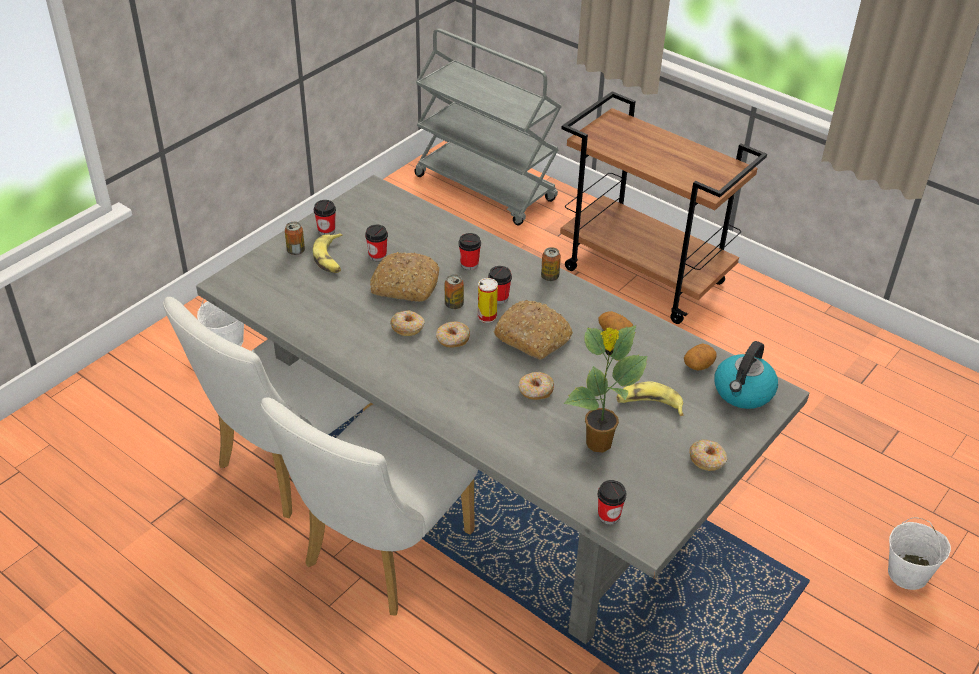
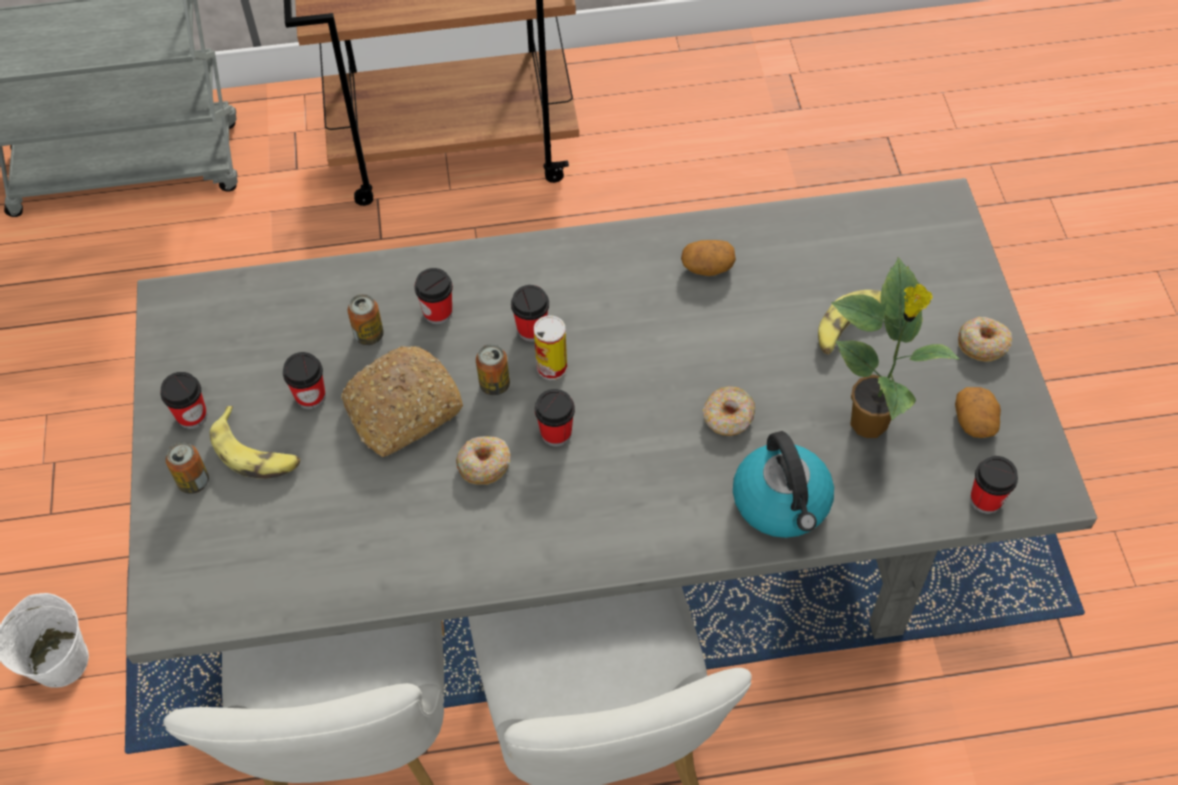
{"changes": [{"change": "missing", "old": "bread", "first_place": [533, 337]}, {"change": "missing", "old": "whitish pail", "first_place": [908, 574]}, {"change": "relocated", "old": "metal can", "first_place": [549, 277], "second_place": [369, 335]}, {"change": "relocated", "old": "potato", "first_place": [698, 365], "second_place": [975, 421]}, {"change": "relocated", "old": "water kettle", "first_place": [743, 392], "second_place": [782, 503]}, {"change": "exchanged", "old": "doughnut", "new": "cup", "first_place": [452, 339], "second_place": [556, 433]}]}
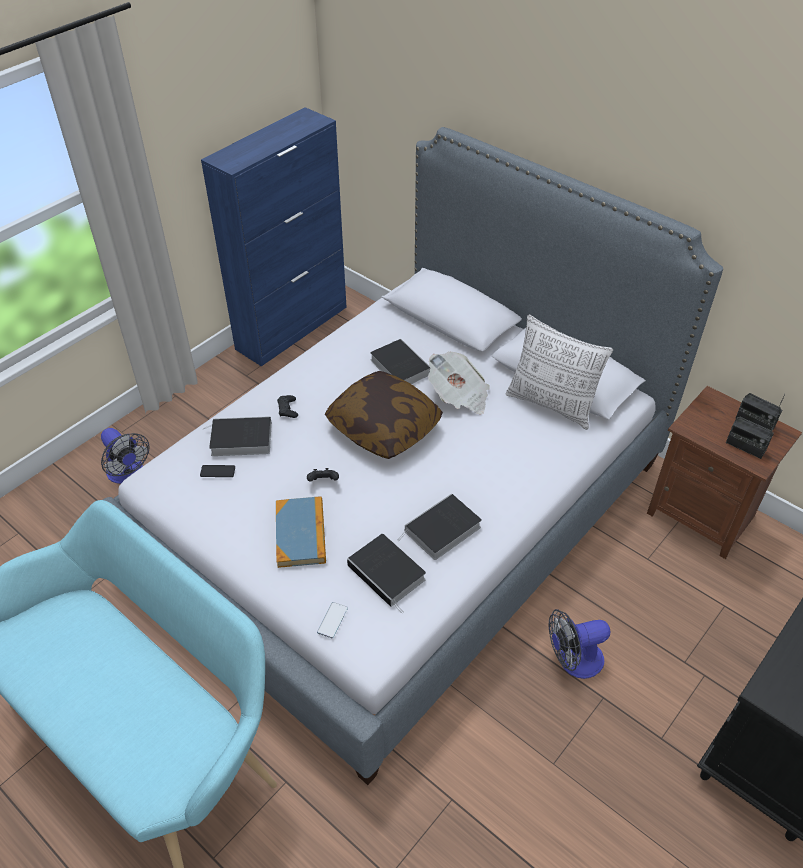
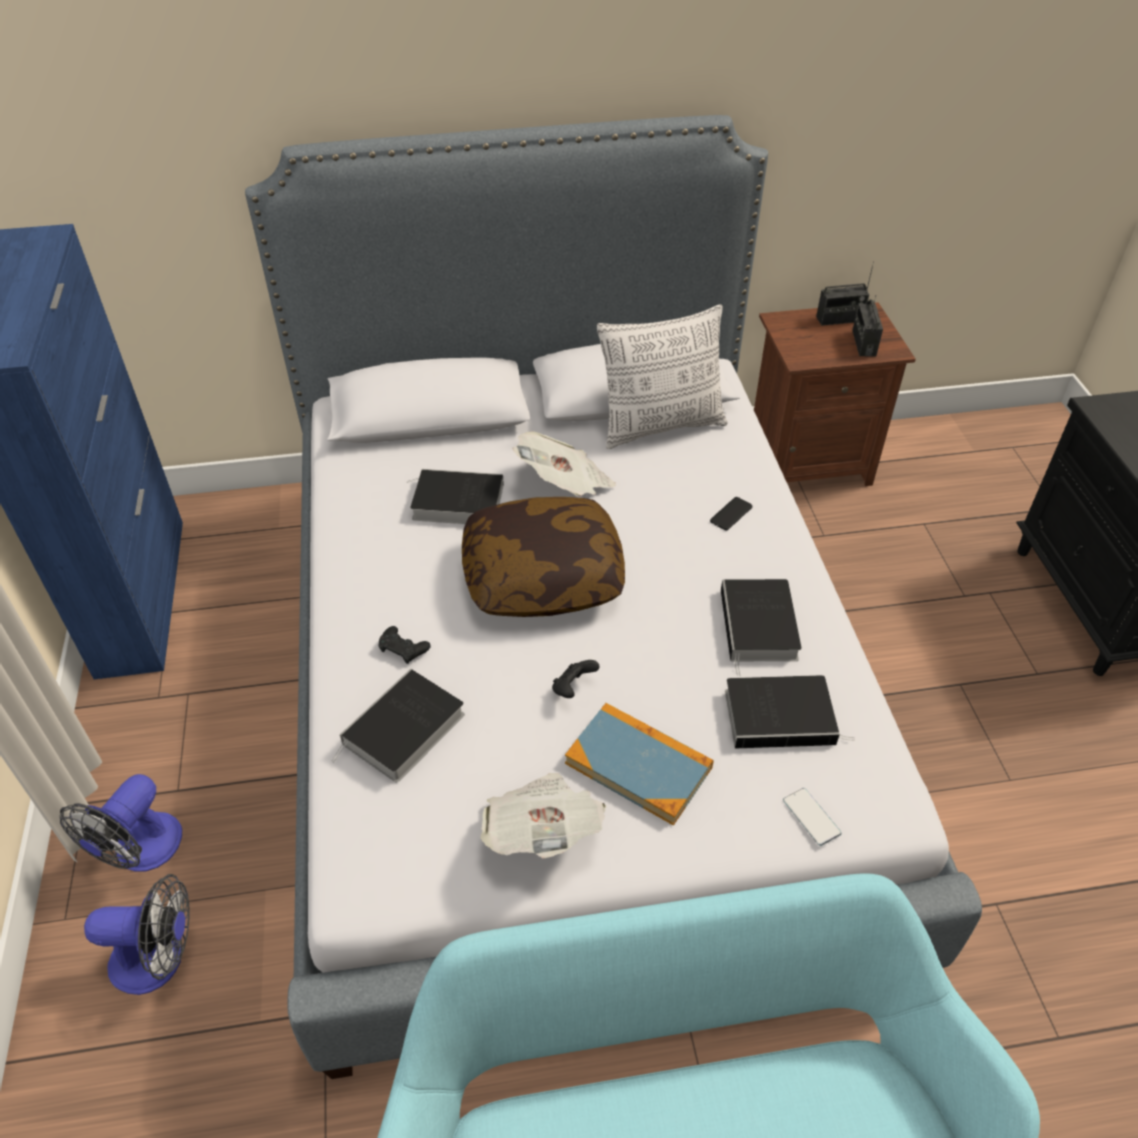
{"changes": [{"change": "appeared", "new": "newspaper", "second_place": [543, 831]}, {"change": "relocated", "old": "phone", "first_place": [217, 471], "second_place": [731, 514]}, {"change": "relocated", "old": "fan", "first_place": [573, 661], "second_place": [140, 852]}, {"change": "spun", "old": "radio receiver", "first_place": [745, 447], "second_place": [863, 343], "degrees": 105}]}
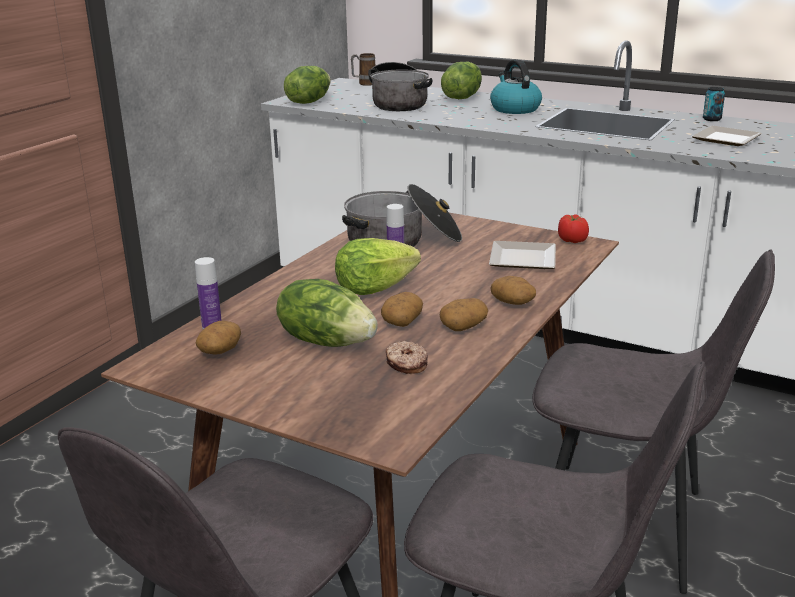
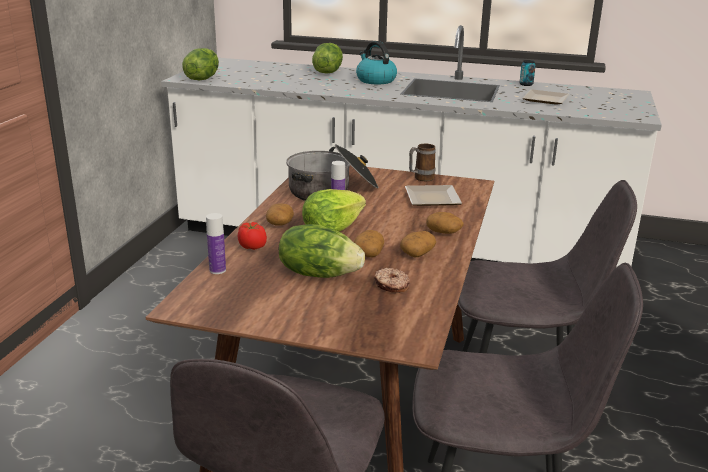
{"changes": [{"change": "missing", "old": "saucepot", "first_place": [398, 103]}, {"change": "relocated", "old": "potato", "first_place": [220, 351], "second_place": [280, 224]}, {"change": "relocated", "old": "tea mug", "first_place": [364, 84], "second_place": [420, 178]}, {"change": "relocated", "old": "fresh tomato", "first_place": [572, 240], "second_place": [252, 247]}]}
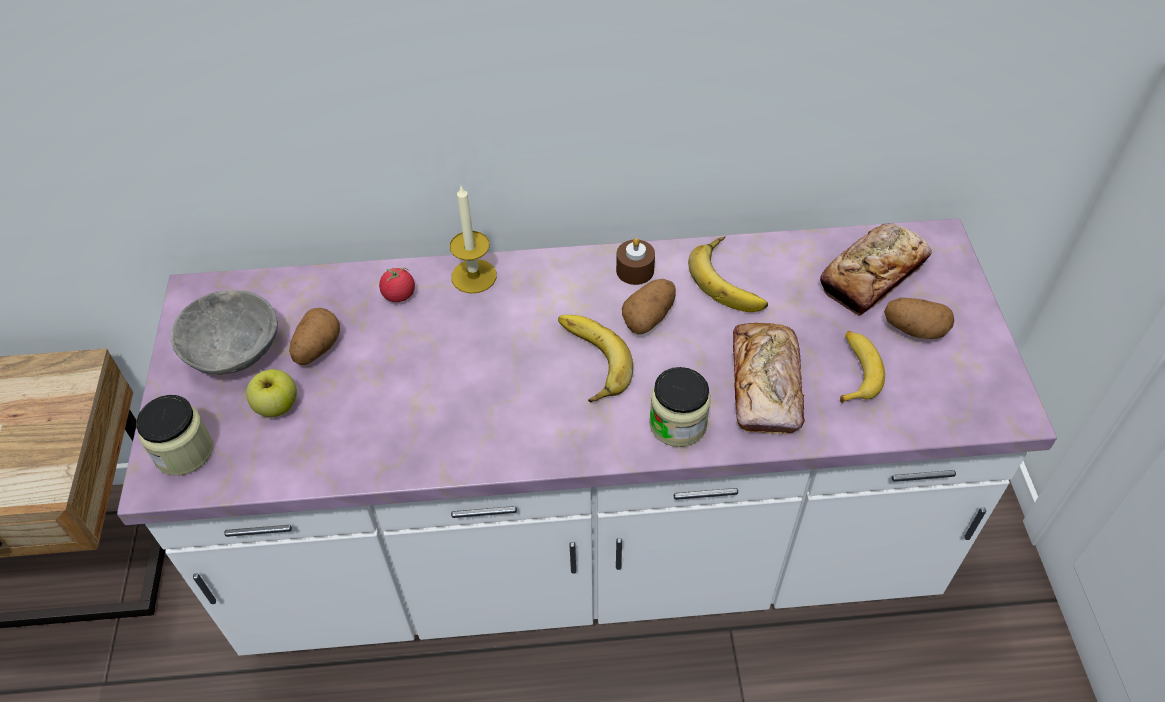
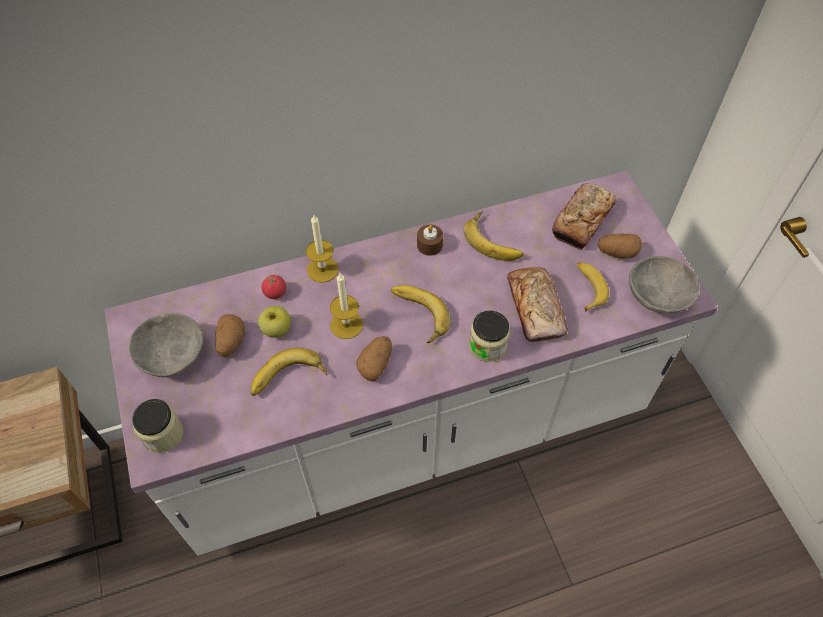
{"changes": [{"change": "appeared", "new": "whole banana", "second_place": [289, 380]}, {"change": "appeared", "new": "candle", "second_place": [346, 324]}, {"change": "appeared", "new": "greyish serving bowl", "second_place": [658, 297]}, {"change": "relocated", "old": "whole apple", "first_place": [277, 406], "second_place": [276, 329]}, {"change": "relocated", "old": "potato", "first_place": [649, 317], "second_place": [376, 364]}]}
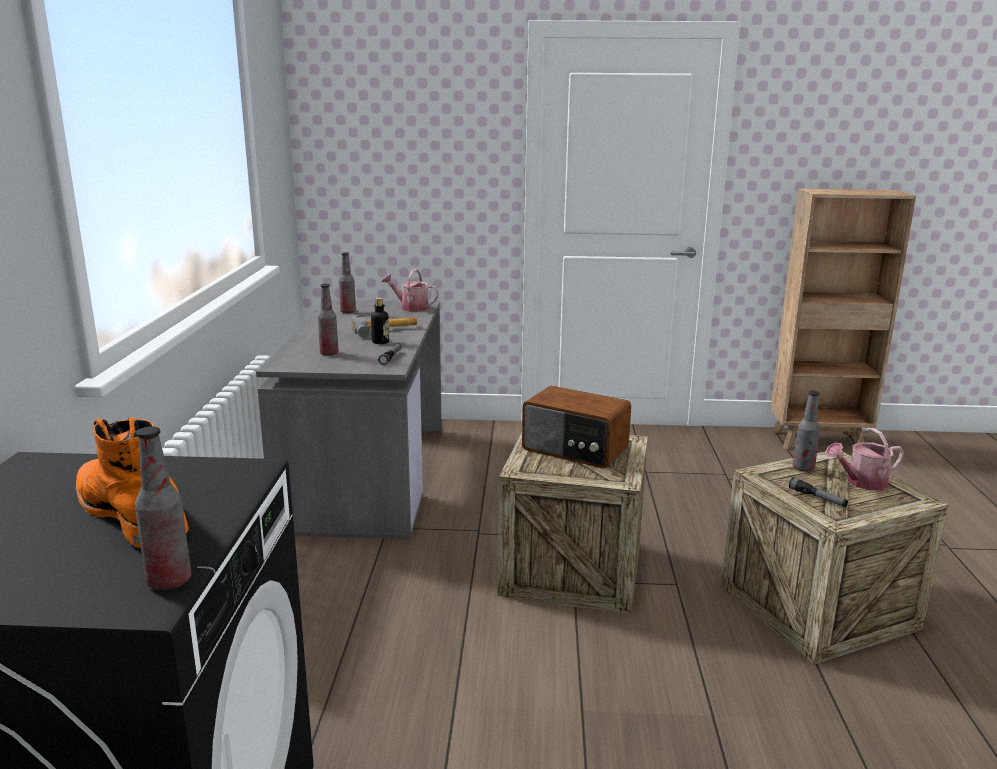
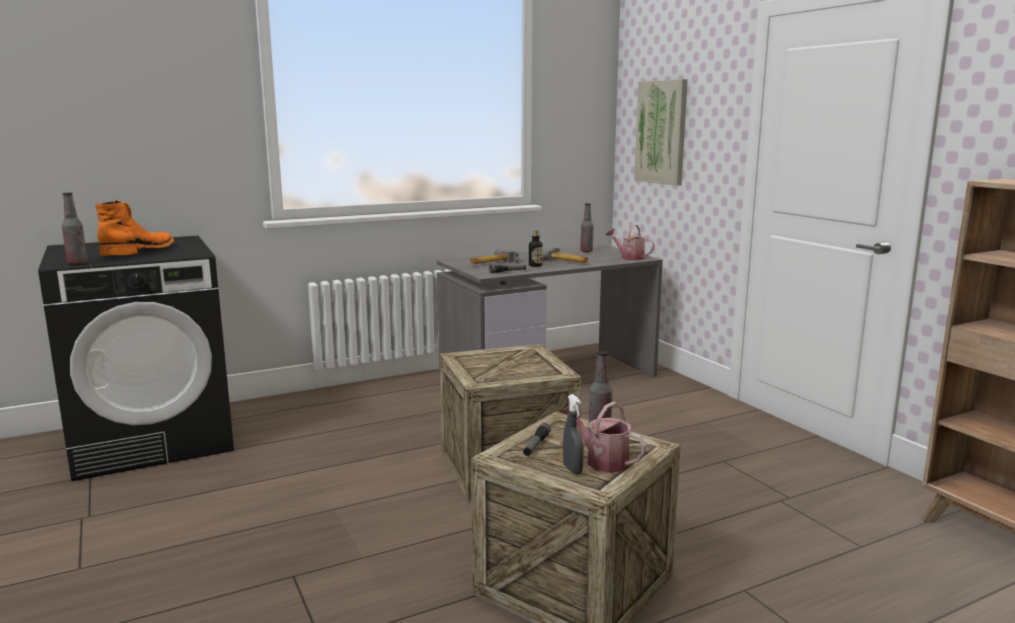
{"changes": [{"change": "missing", "old": "radio receiver", "first_place": [575, 450]}, {"change": "appeared", "new": "greyish spray bottle", "second_place": [572, 469]}, {"change": "appeared", "new": "wall picture", "second_place": [662, 132]}, {"change": "exchanged", "old": "drink bottle", "new": "hammer", "first_place": [329, 353], "second_place": [491, 263]}, {"change": "spun", "old": "sprinkling can", "first_place": [411, 307], "second_place": [629, 257], "degrees": -45}]}
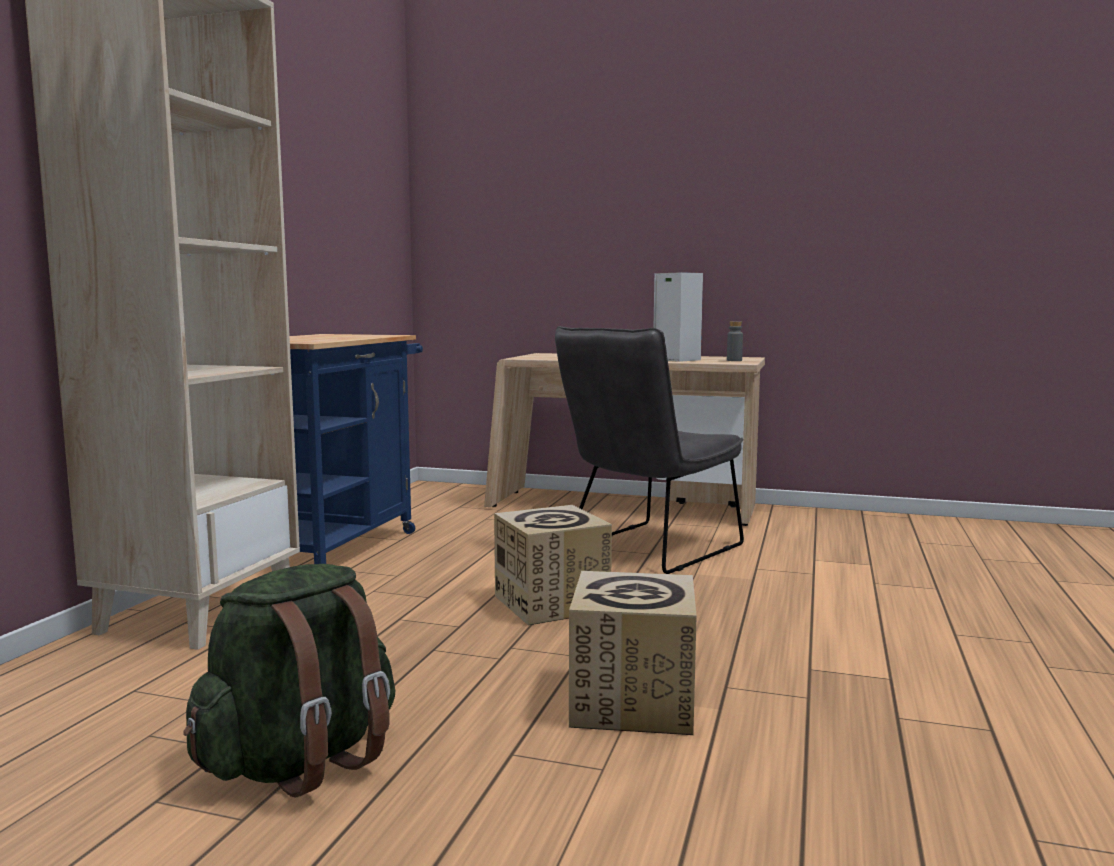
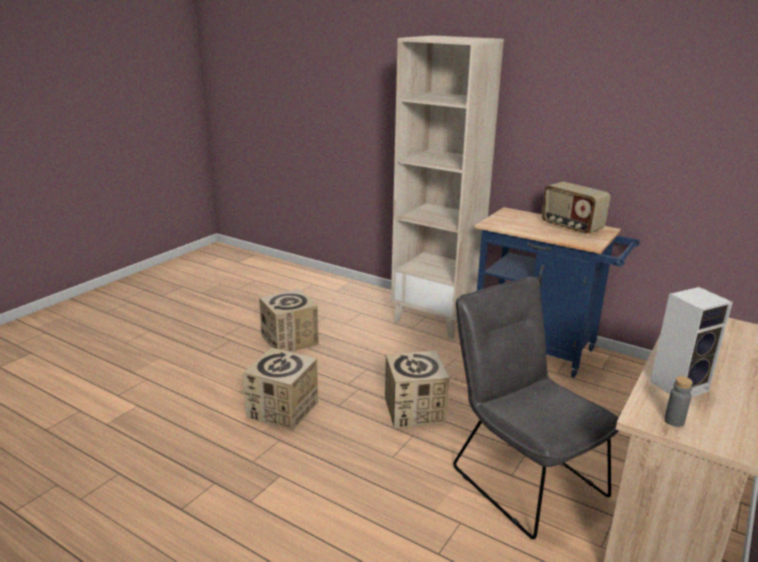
{"changes": [{"change": "appeared", "new": "radio receiver", "second_place": [571, 227]}, {"change": "exchanged", "old": "green knapsack", "new": "packing box", "first_place": [301, 760], "second_place": [289, 340]}]}
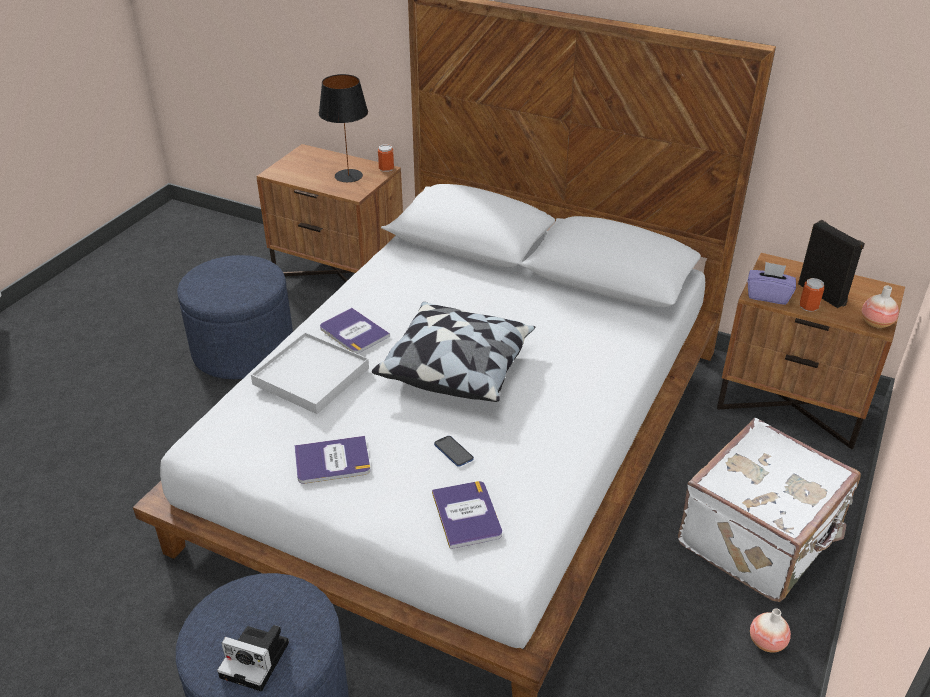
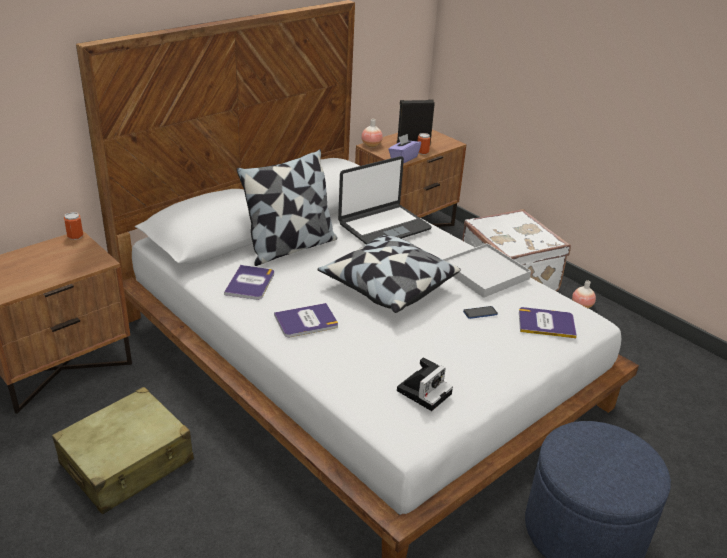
{"changes": [{"change": "missing", "old": "black table lamp", "first_place": [348, 176]}, {"change": "appeared", "new": "cushion", "second_place": [290, 247]}, {"change": "appeared", "new": "notebook computer", "second_place": [383, 226]}, {"change": "relocated", "old": "photo camera", "first_place": [257, 660], "second_place": [424, 391]}, {"change": "relocated", "old": "whitish serving tray", "first_place": [311, 376], "second_place": [485, 273]}, {"change": "relocated", "old": "book", "first_place": [332, 461], "second_place": [250, 283]}, {"change": "relocated", "old": "vase", "first_place": [876, 323], "second_place": [371, 145]}, {"change": "exchanged", "old": "blue ottoman", "new": "sand-coloured suitcase", "first_place": [243, 350], "second_place": [127, 462]}]}
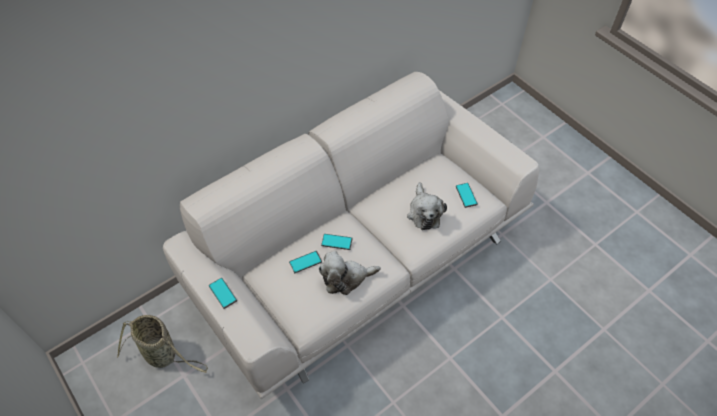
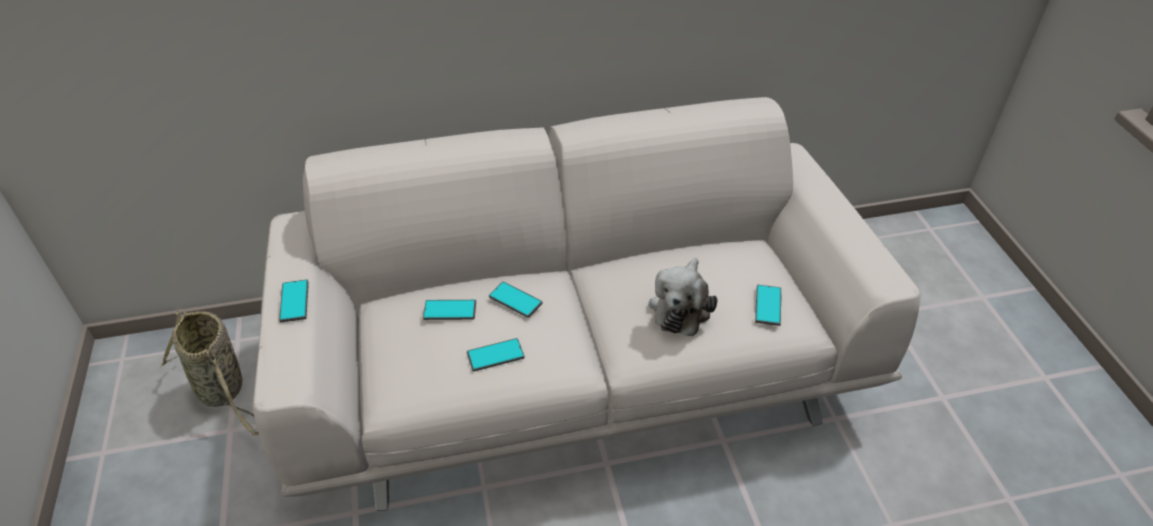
{"changes": [{"change": "exchanged", "old": "soft toy", "new": "phone", "first_place": [346, 278], "second_place": [495, 355]}]}
